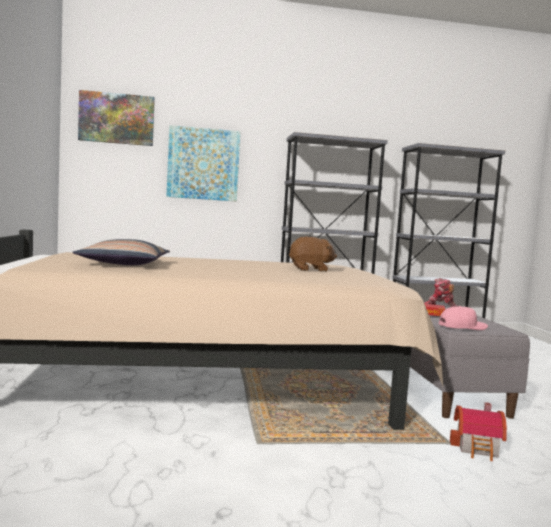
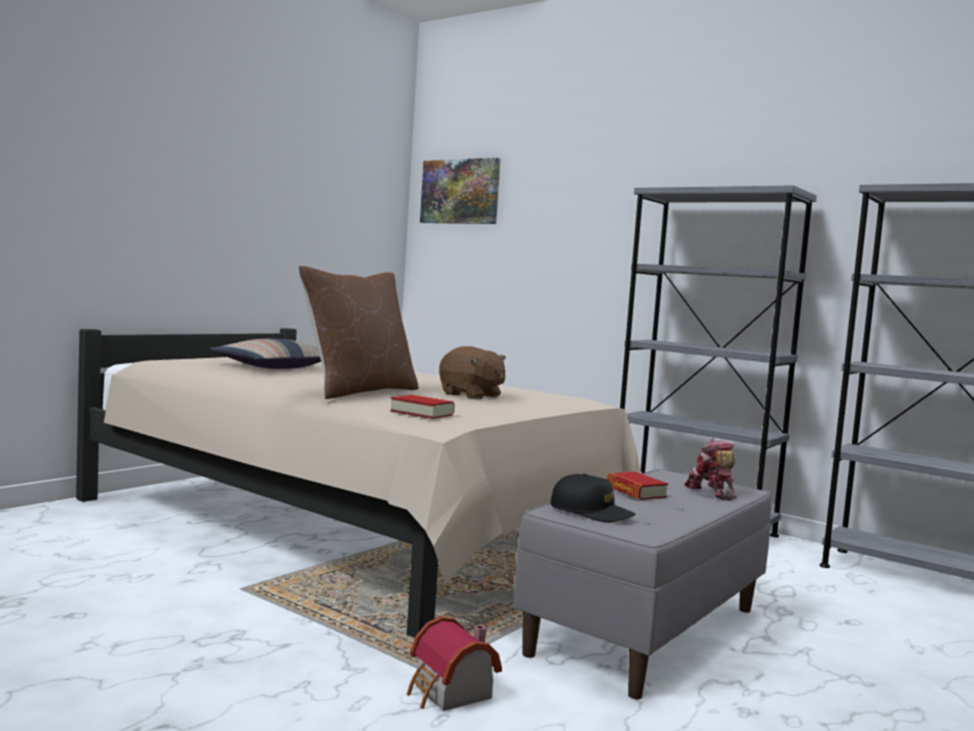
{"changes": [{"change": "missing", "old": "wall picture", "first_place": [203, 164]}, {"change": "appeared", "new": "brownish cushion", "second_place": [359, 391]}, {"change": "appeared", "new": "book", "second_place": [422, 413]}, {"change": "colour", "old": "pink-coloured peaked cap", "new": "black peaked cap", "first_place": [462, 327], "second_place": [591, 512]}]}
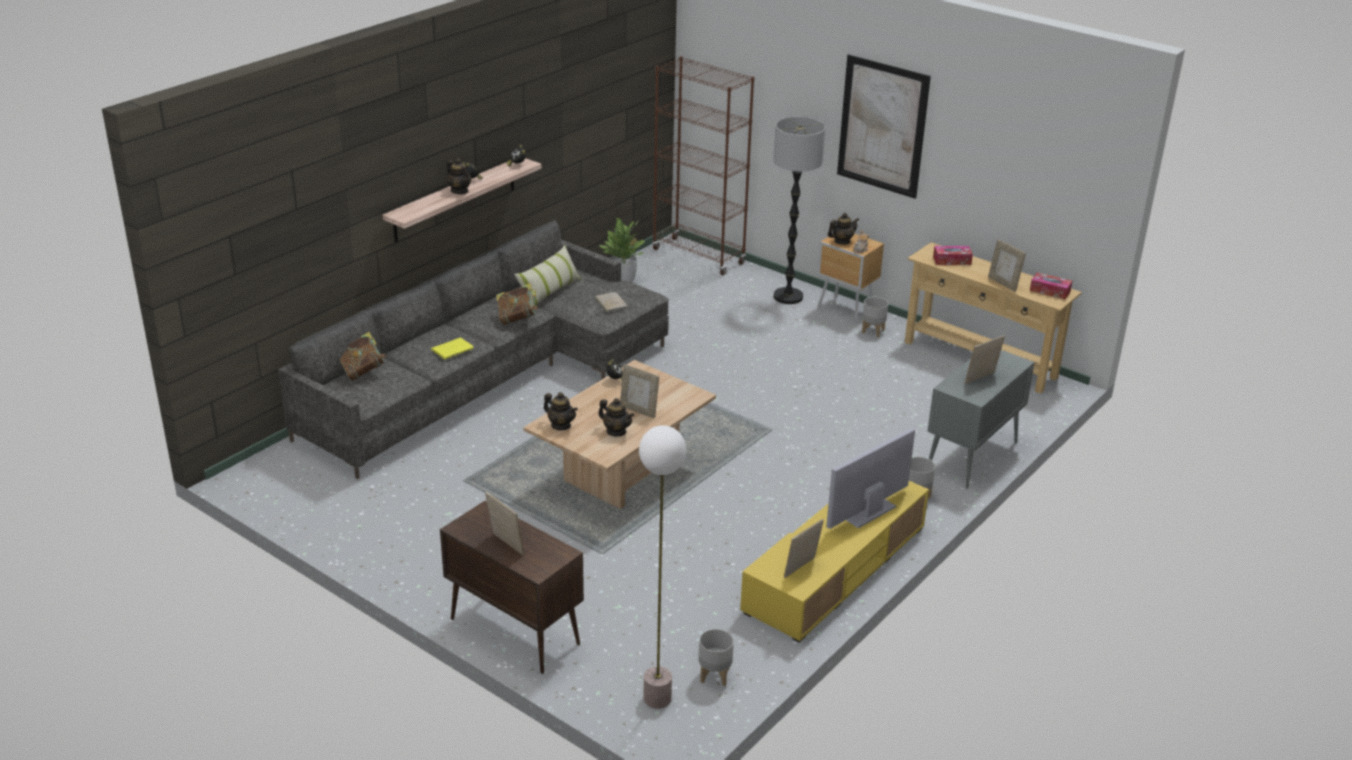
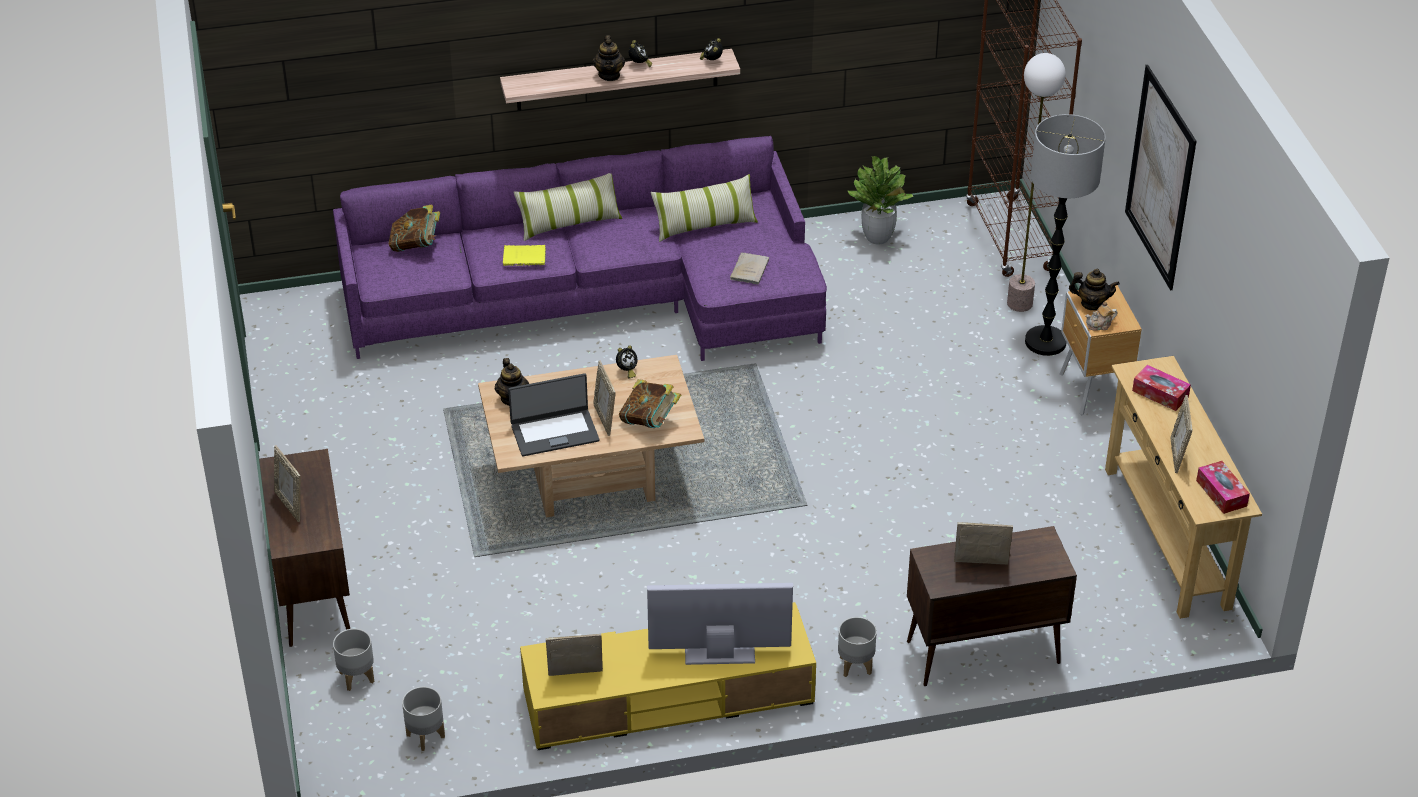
{"changes": [{"change": "appeared", "new": "cushion", "second_place": [569, 223]}, {"change": "relocated", "old": "book", "first_place": [518, 319], "second_place": [650, 421]}, {"change": "relocated", "old": "standing lamp", "first_place": [657, 698], "second_place": [1020, 303]}, {"change": "relocated", "old": "greyish plant pot", "first_place": [873, 331], "second_place": [356, 677]}, {"change": "exchanged", "old": "teapot", "new": "notebook computer", "first_place": [616, 431], "second_place": [554, 432]}, {"change": "colour", "old": "greyish sofa", "new": "purple-coloured sofa", "first_place": [488, 378], "second_place": [598, 298]}, {"change": "colour", "old": "greyish cupboard", "new": "brownish cupboard", "first_place": [971, 457], "second_place": [981, 653]}, {"change": "spun", "old": "picture frame", "first_place": [506, 545], "second_place": [290, 505], "degrees": 150}]}
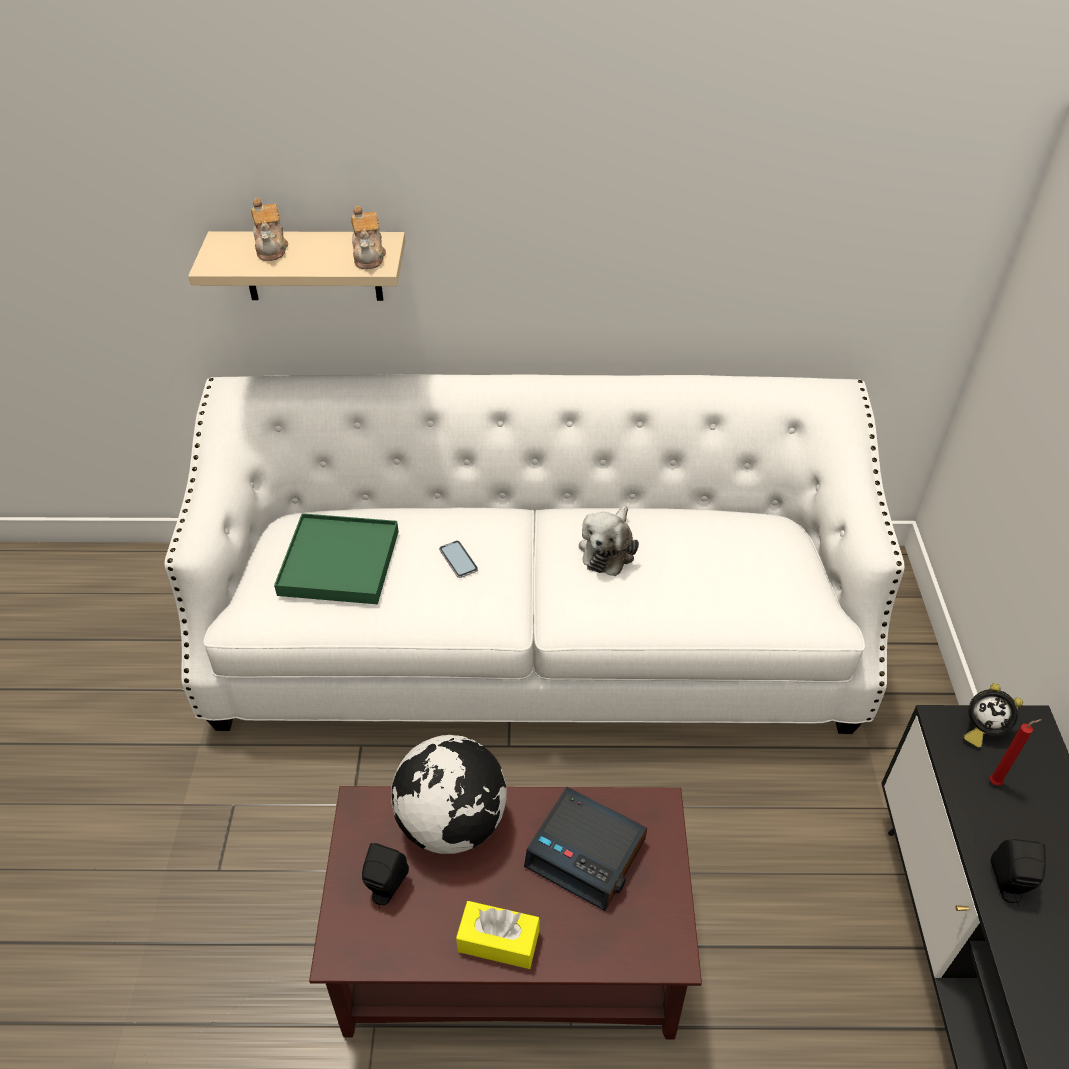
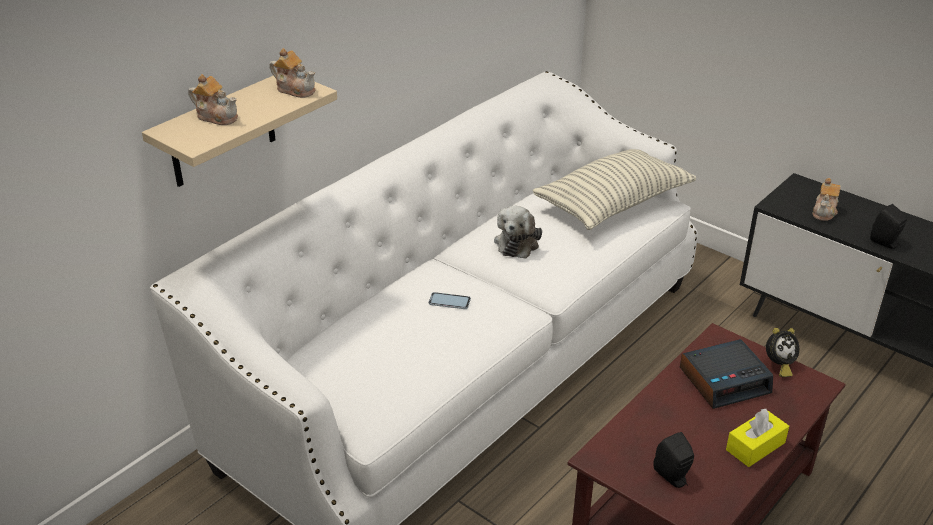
{"changes": [{"change": "missing", "old": "green serving tray", "first_place": [339, 563]}, {"change": "missing", "old": "globe", "first_place": [453, 823]}, {"change": "appeared", "new": "cushion", "second_place": [613, 204]}, {"change": "relocated", "old": "alarm clock", "first_place": [981, 729], "second_place": [778, 366]}, {"change": "exchanged", "old": "red-coloured candle", "new": "teapot", "first_place": [996, 782], "second_place": [824, 212]}, {"change": "spun", "old": "soft toy", "first_place": [608, 549], "second_place": [517, 242], "degrees": 45}]}
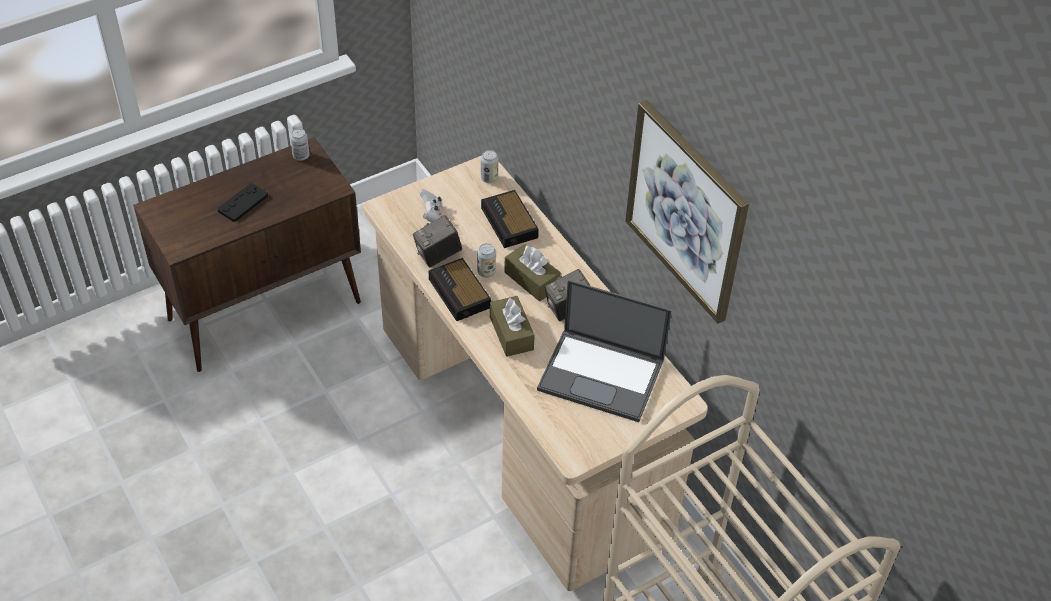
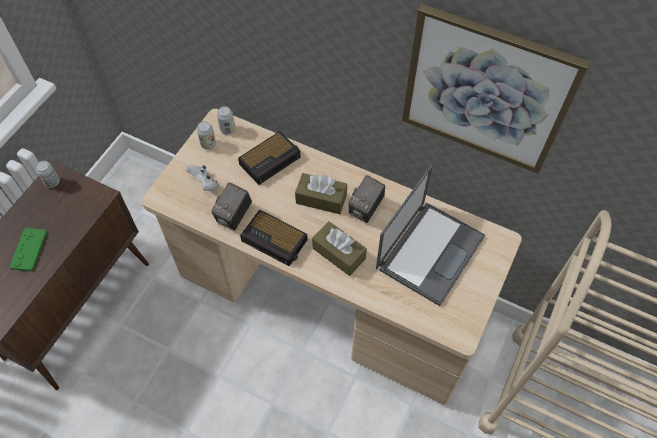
{"changes": [{"change": "relocated", "old": "metal can", "first_place": [486, 272], "second_place": [208, 144]}, {"change": "colour", "old": "black gamepad", "new": "green gamepad", "first_place": [243, 203], "second_place": [29, 250]}, {"change": "spun", "old": "alarm clock", "first_place": [510, 224], "second_place": [271, 160], "degrees": -75}, {"change": "spun", "old": "notebook computer", "first_place": [602, 375], "second_place": [430, 251], "degrees": -45}]}
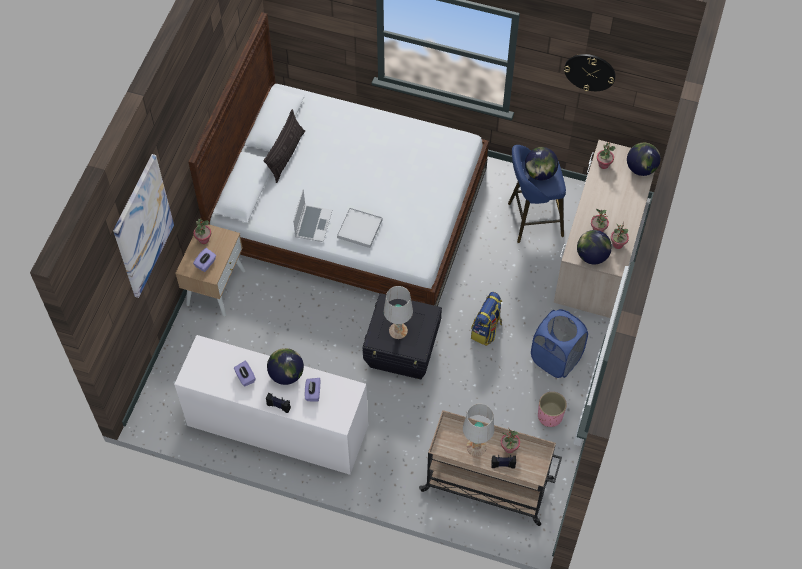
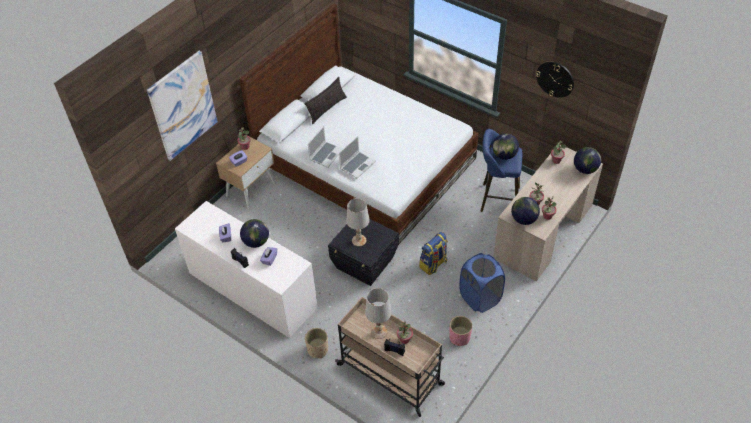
{"changes": [{"change": "appeared", "new": "sand-coloured plant pot", "second_place": [317, 350]}, {"change": "exchanged", "old": "whitish serving tray", "new": "notebook computer", "first_place": [359, 229], "second_place": [357, 165]}]}
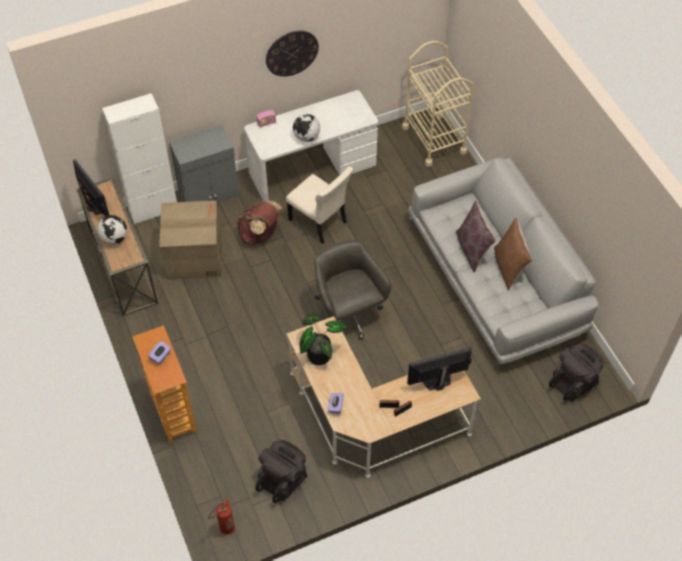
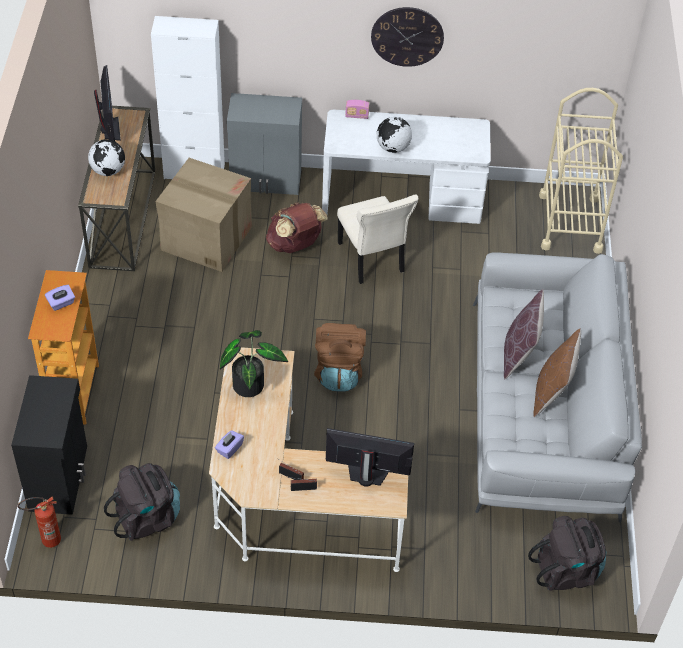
{"changes": [{"change": "appeared", "new": "black cupboard", "second_place": [60, 477]}, {"change": "exchanged", "old": "greyish desk chair", "new": "brownish knapsack", "first_place": [348, 314], "second_place": [339, 372]}]}
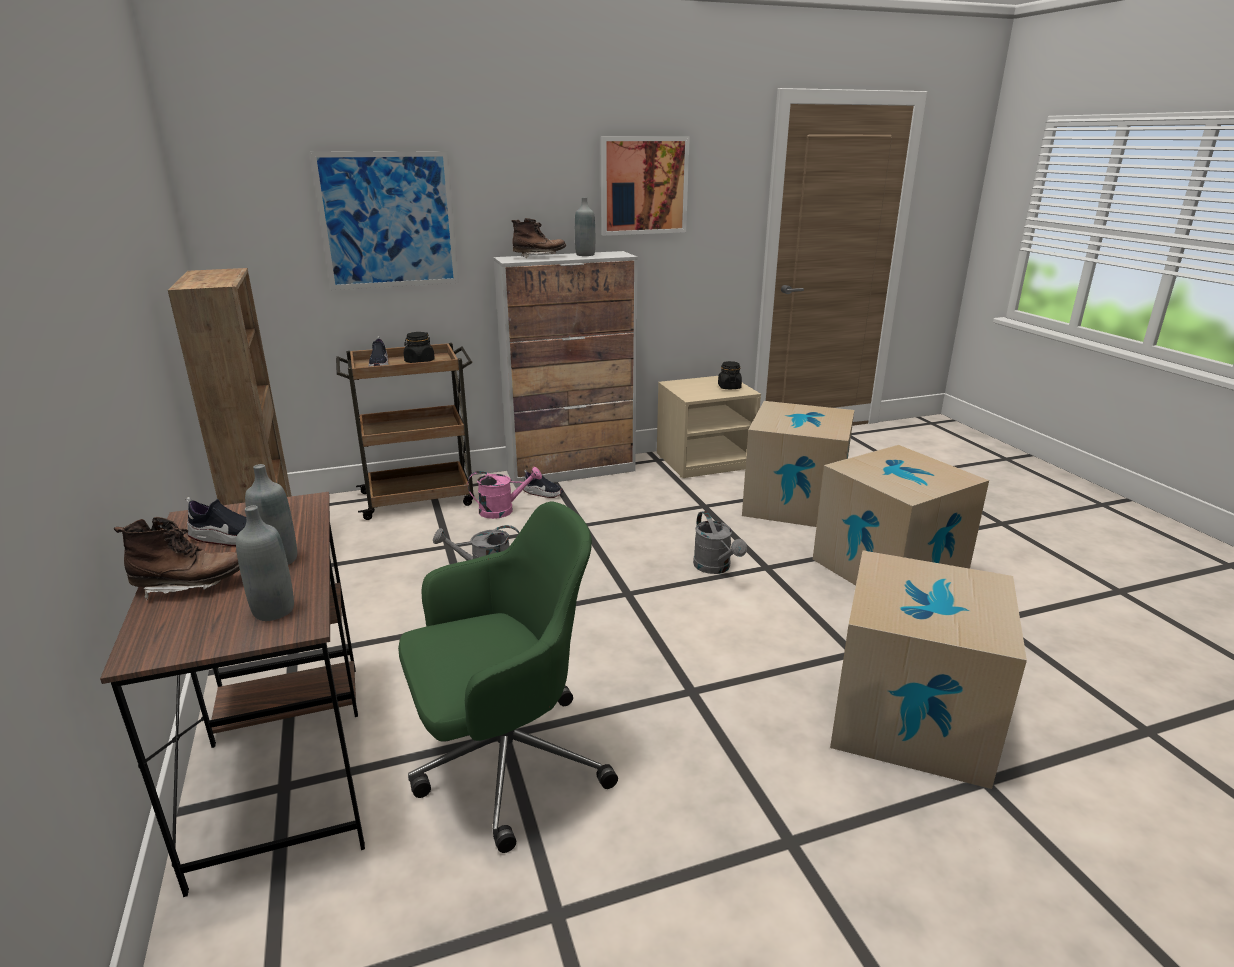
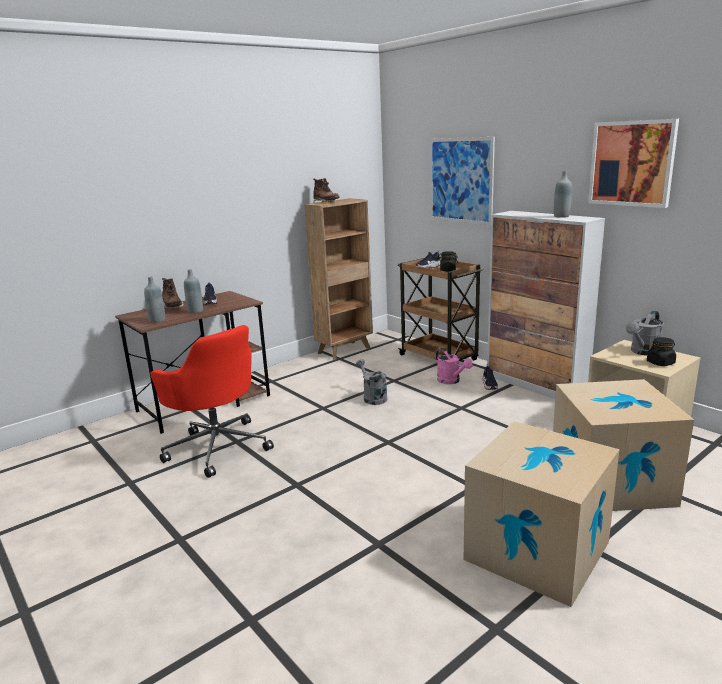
{"changes": [{"change": "missing", "old": "packing box", "first_place": [910, 718]}, {"change": "relocated", "old": "brownish high-top boot", "first_place": [539, 257], "second_place": [326, 203]}, {"change": "relocated", "old": "greyish sprinkling can", "first_place": [715, 568], "second_place": [643, 352]}, {"change": "colour", "old": "green desk chair", "new": "red-coloured desk chair", "first_place": [504, 762], "second_place": [217, 446]}]}
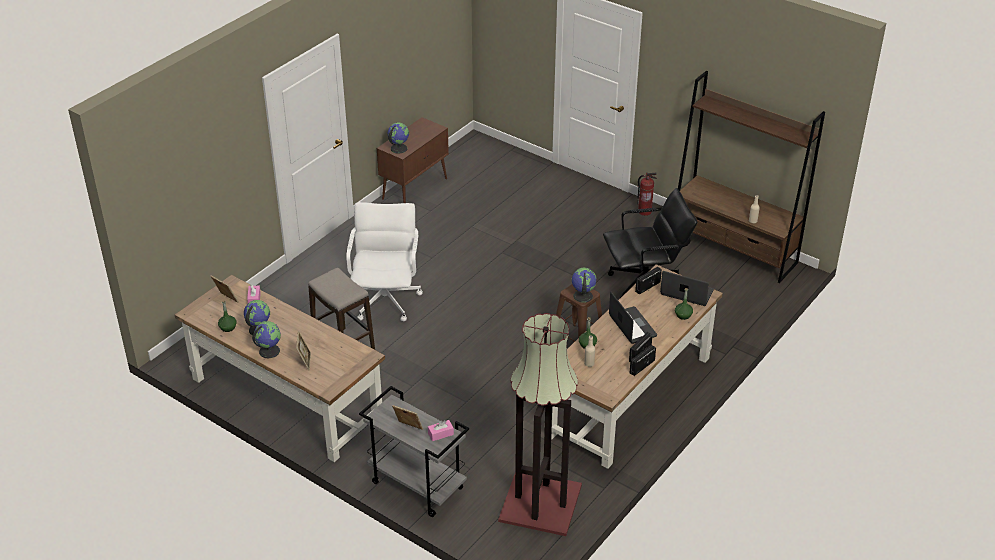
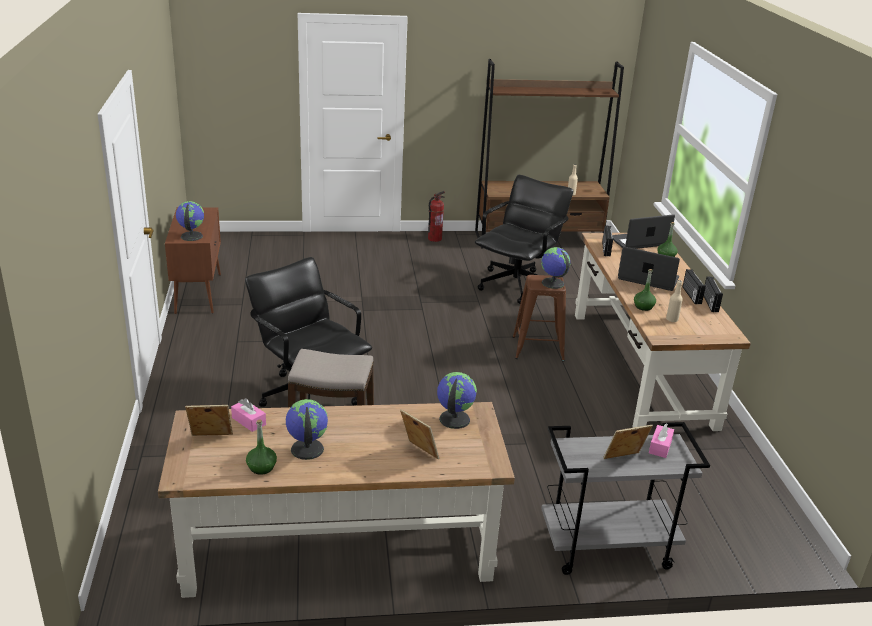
{"changes": [{"change": "missing", "old": "standing lamp", "first_place": [539, 504]}, {"change": "relocated", "old": "globe", "first_place": [269, 351], "second_place": [454, 419]}, {"change": "colour", "old": "whitish desk chair", "new": "black desk chair", "first_place": [386, 300], "second_place": [309, 396]}]}
